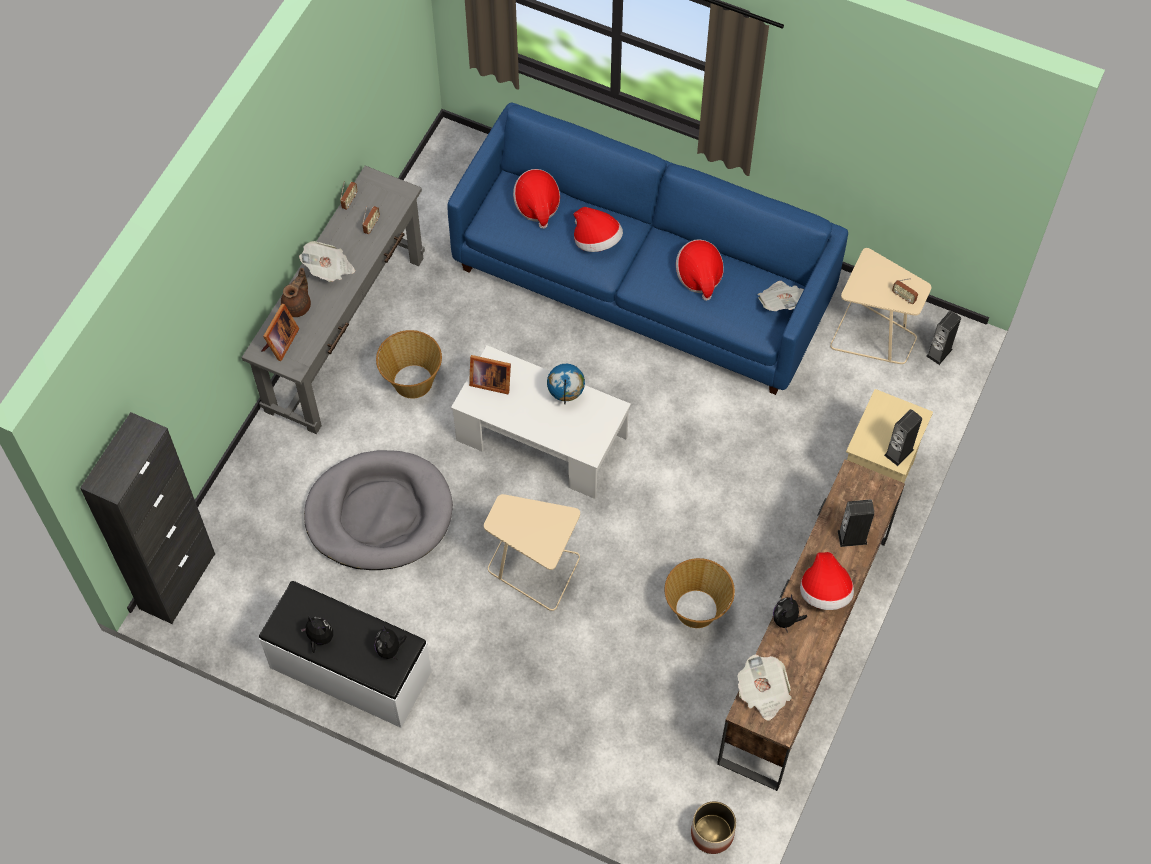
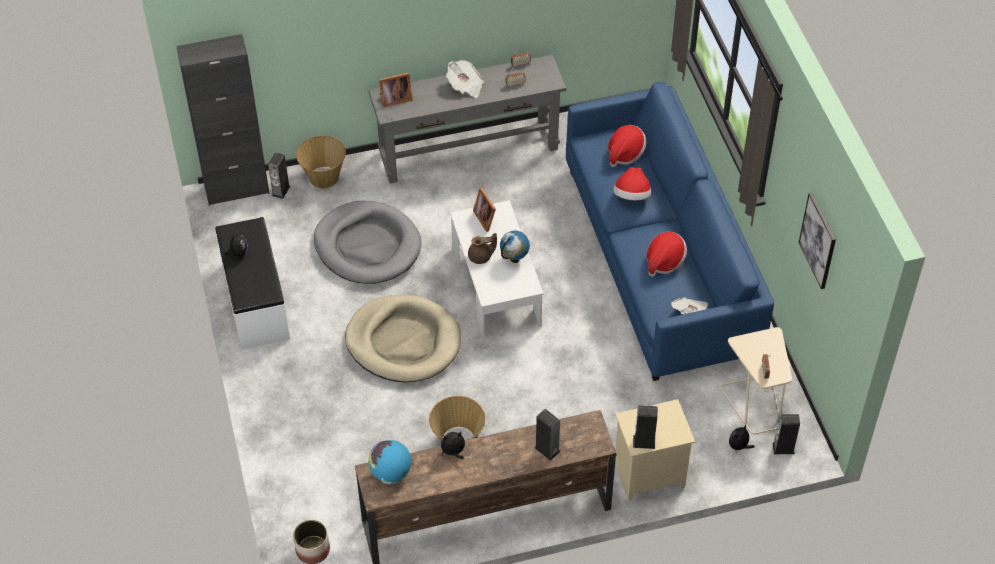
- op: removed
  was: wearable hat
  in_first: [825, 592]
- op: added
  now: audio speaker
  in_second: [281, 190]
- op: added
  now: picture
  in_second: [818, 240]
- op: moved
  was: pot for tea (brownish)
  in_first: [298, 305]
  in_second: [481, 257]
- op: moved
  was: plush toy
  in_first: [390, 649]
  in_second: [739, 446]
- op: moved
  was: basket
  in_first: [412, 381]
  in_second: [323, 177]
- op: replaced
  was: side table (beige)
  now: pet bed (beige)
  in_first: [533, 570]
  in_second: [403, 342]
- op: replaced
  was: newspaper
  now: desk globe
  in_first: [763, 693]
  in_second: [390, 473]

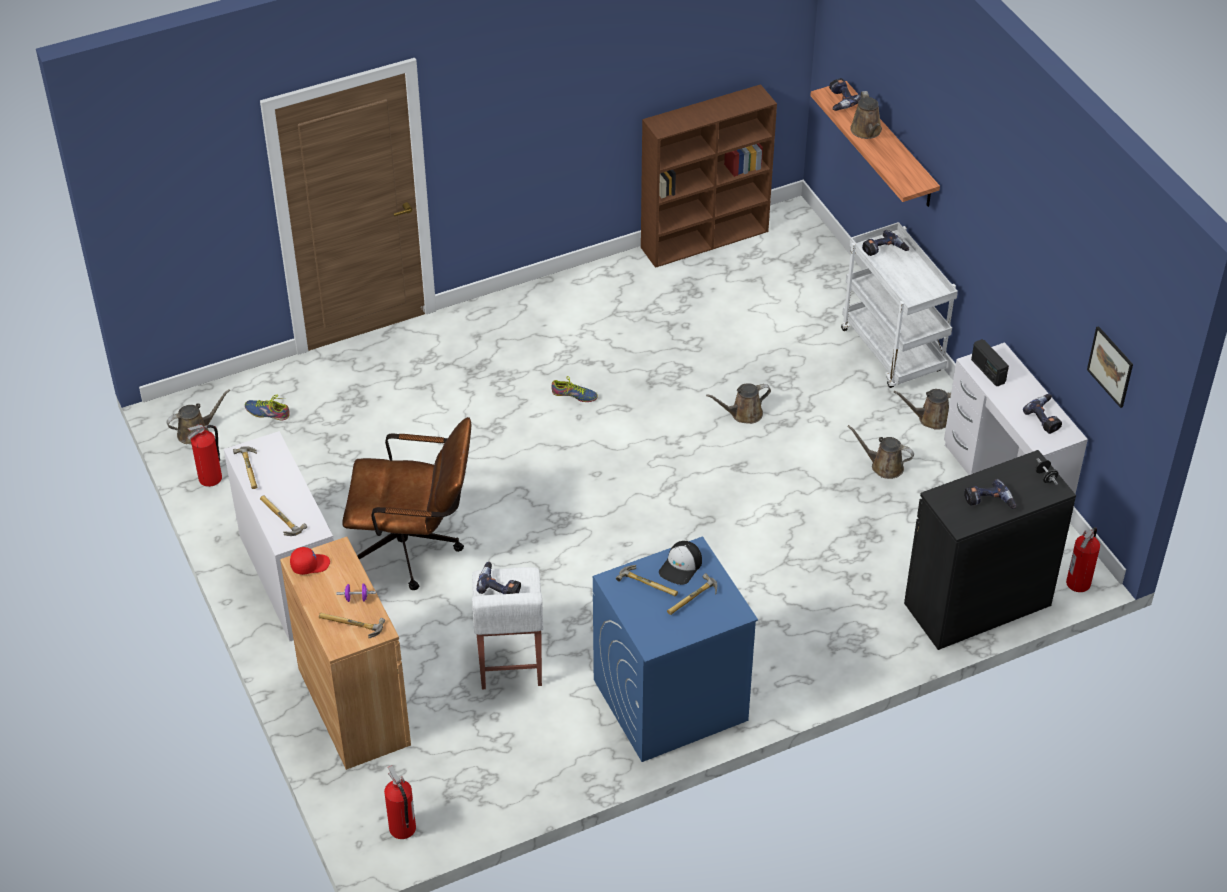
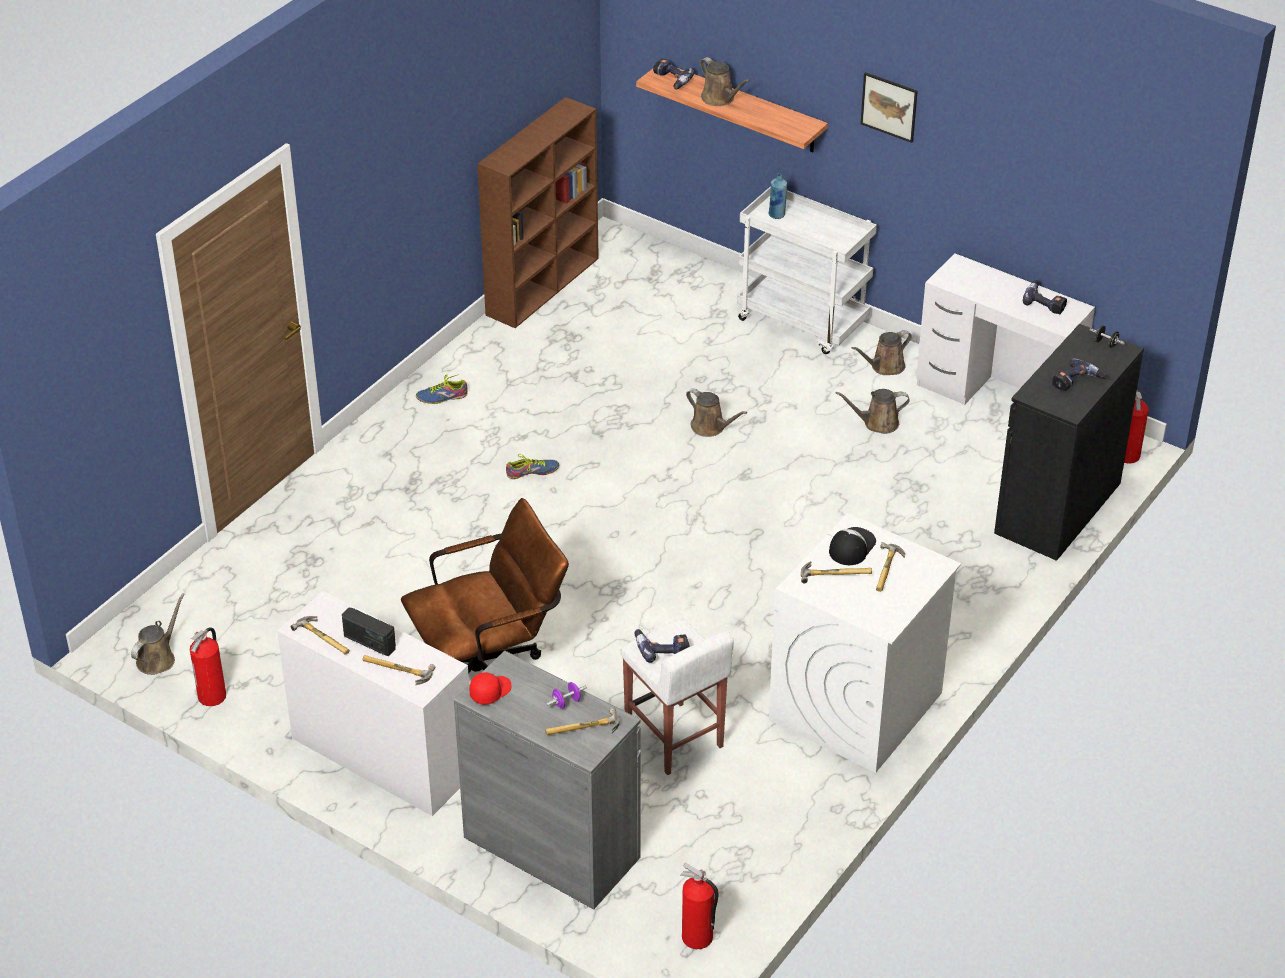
- op: moved
  was: shoe
  in_first: [267, 413]
  in_second: [442, 397]
- op: moved
  was: radio receiver
  in_first: [987, 371]
  in_second: [369, 642]
- op: moved
  was: picture
  in_first: [1110, 366]
  in_second: [889, 106]
- op: replaced
  was: drill
  now: drink bottle (blue-coloured)
  in_first: [884, 251]
  in_second: [777, 215]
- op: recoloured
  was: cabinet (brownish)
  now: cabinet (gray)
  in_first: [354, 706]
  in_second: [551, 847]
- op: recoloured
  was: laundry appliance (blue-coloured)
  now: laundry appliance (white)
  in_first: [669, 700]
  in_second: [855, 707]
- op: turned
  was: baseball cap
  in_first: [681, 566]
  in_second: [851, 547]
  clockwise: -150
- op: turned
  was: watering can (brownish)
  in_first: [743, 414]
  in_second: [710, 427]
  clockwise: -90

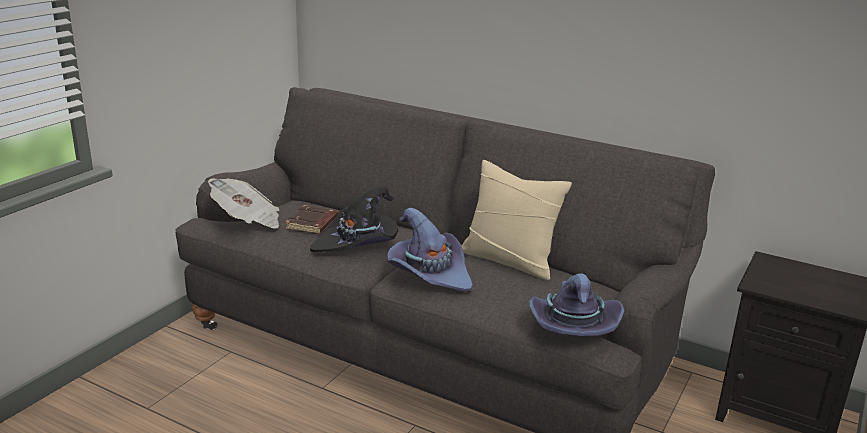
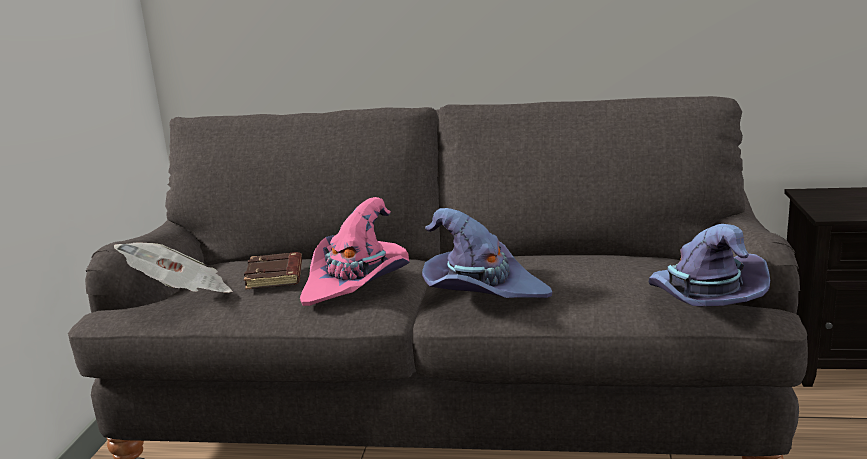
- op: removed
  was: pillow (beige)
  in_first: [509, 260]
- op: recoloured
  was: wearable hat (black-coloured)
  now: wearable hat (pink)
  in_first: [358, 243]
  in_second: [357, 283]

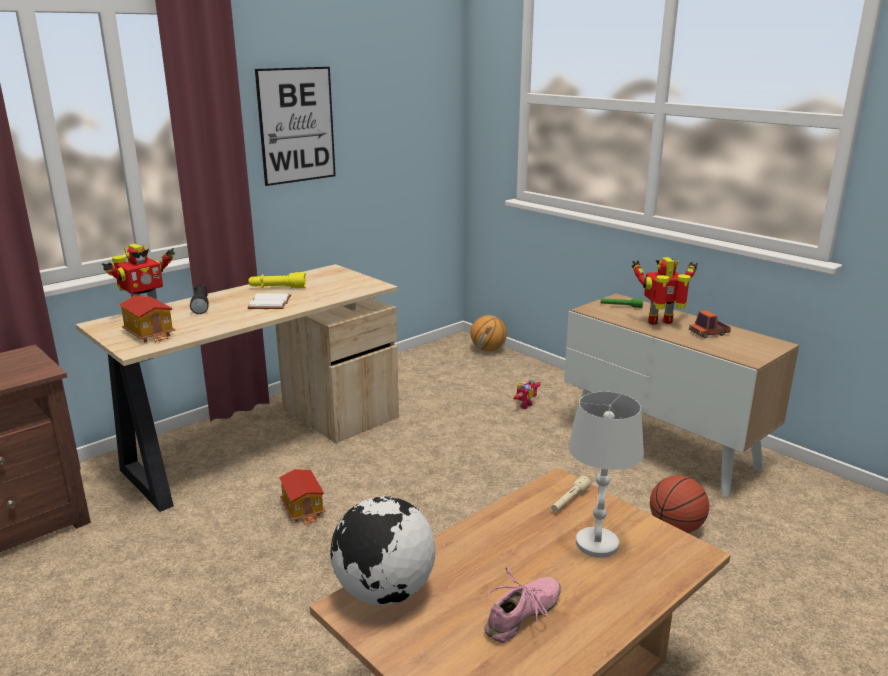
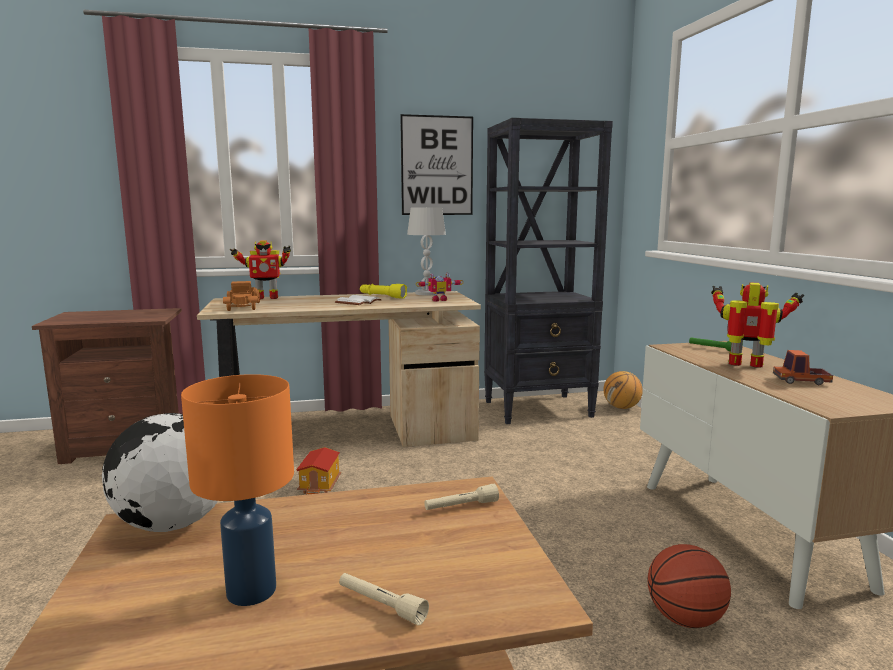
- op: removed
  was: hand torch (black-coloured)
  in_first: [201, 304]
- op: added
  now: hand torch (beige)
  in_second: [381, 605]
- op: added
  now: bookcase (black-coloured)
  in_second: [539, 409]
- op: moved
  was: toy robot
  in_first: [524, 405]
  in_second: [438, 300]
- op: moved
  was: table lamp (white)
  in_first: [596, 543]
  in_second: [426, 293]
- op: replaced
  was: model house
  now: toy lorry
  in_first: [150, 333]
  in_second: [244, 306]
- op: replaced
  was: shoe (pink)
  now: table lamp (orangey)
  in_first: [523, 616]
  in_second: [250, 590]

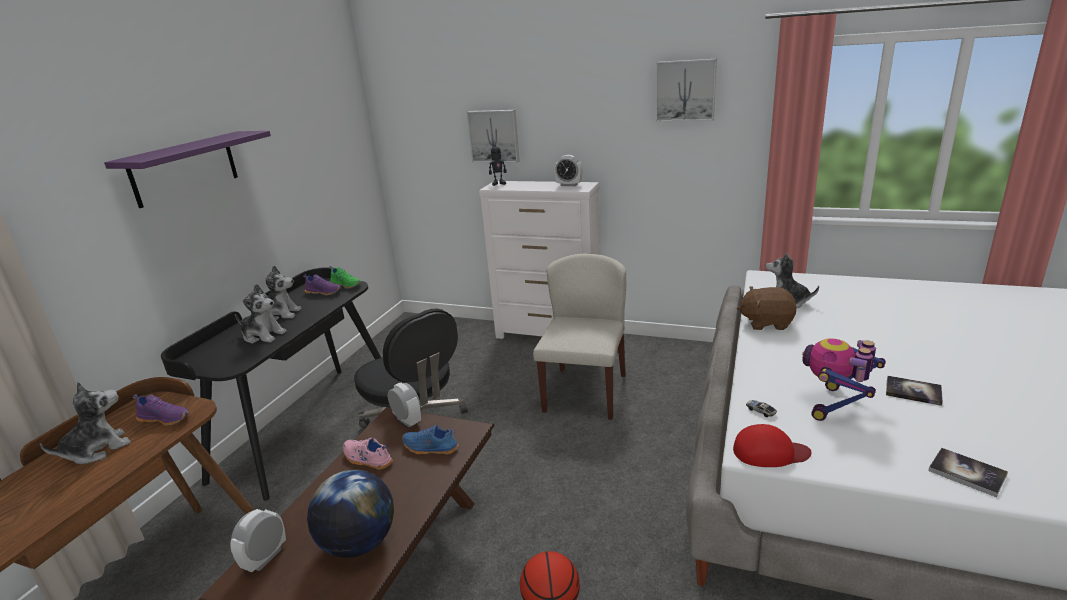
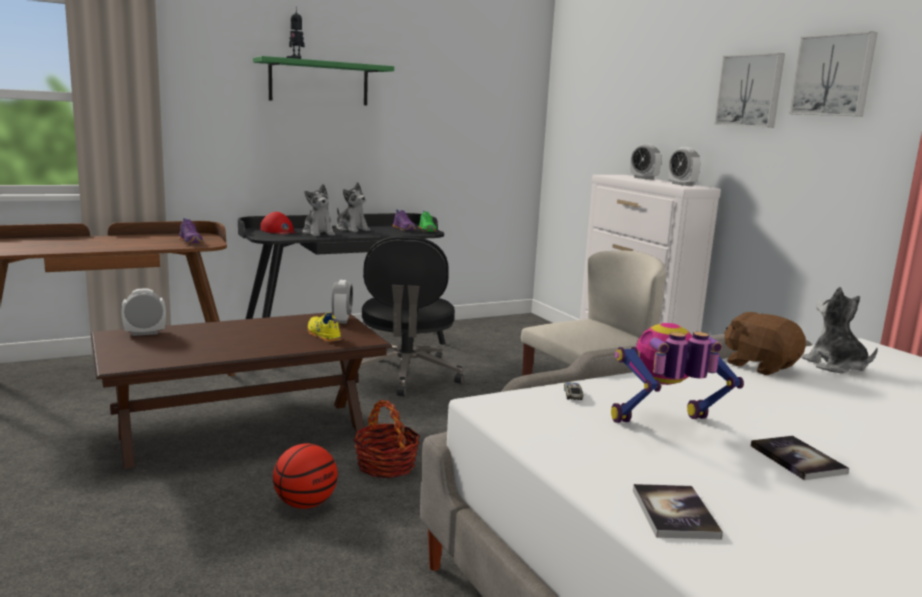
- op: removed
  was: plush toy
  in_first: [97, 449]
- op: removed
  was: desk globe
  in_first: [358, 544]
- op: removed
  was: shoe (pink)
  in_first: [367, 460]
- op: added
  now: basket
  in_second: [386, 465]
- op: added
  now: bedside clock
  in_second: [644, 178]
- op: moved
  was: picture
  in_first: [494, 136]
  in_second: [751, 91]
- op: moved
  was: toy robot
  in_first: [498, 183]
  in_second: [295, 59]
- op: moved
  was: baseball cap (reddish)
  in_first: [770, 452]
  in_second: [279, 231]
- op: recoloured
  was: bracket shelf (purple)
  now: bracket shelf (green)
  in_first: [185, 168]
  in_second: [319, 82]
- op: recoloured
  was: shoe (blue-coloured)
  now: shoe (yellowish)
  in_first: [430, 448]
  in_second: [323, 336]

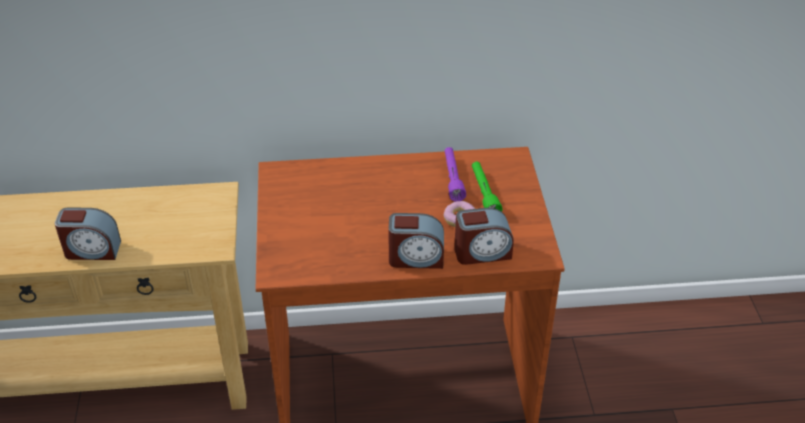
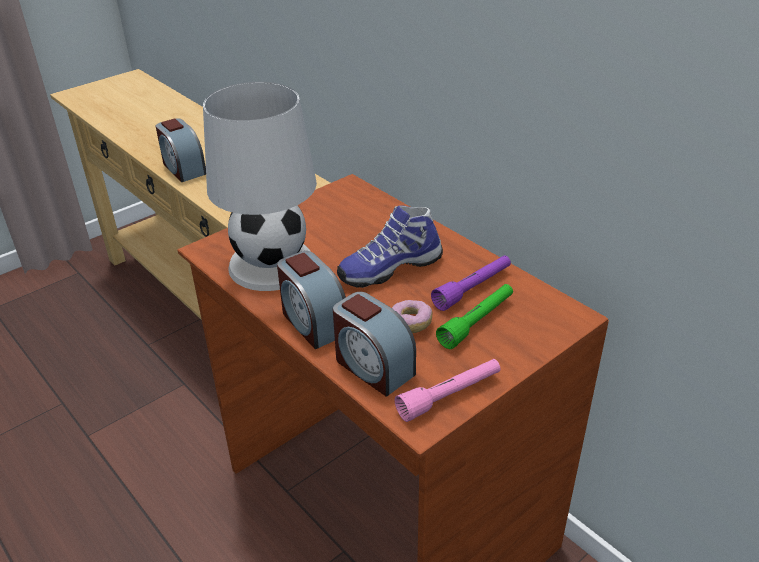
- op: added
  now: table lamp (white)
  in_second: [273, 264]
- op: added
  now: shoe
  in_second: [389, 268]
- op: added
  now: hand torch (pink)
  in_second: [449, 396]

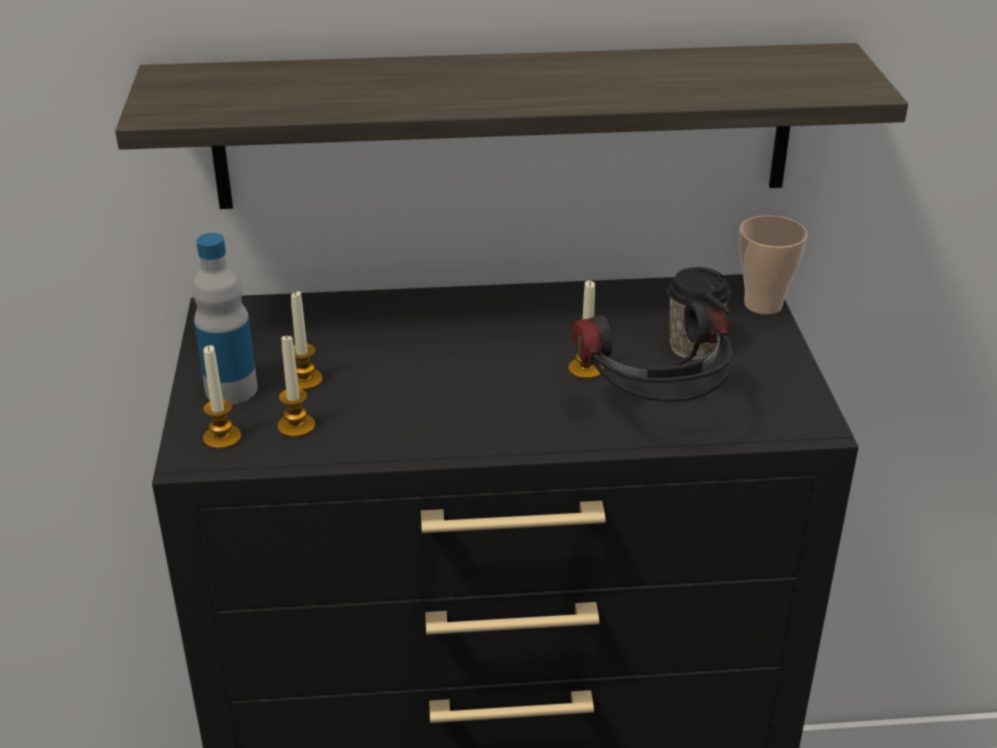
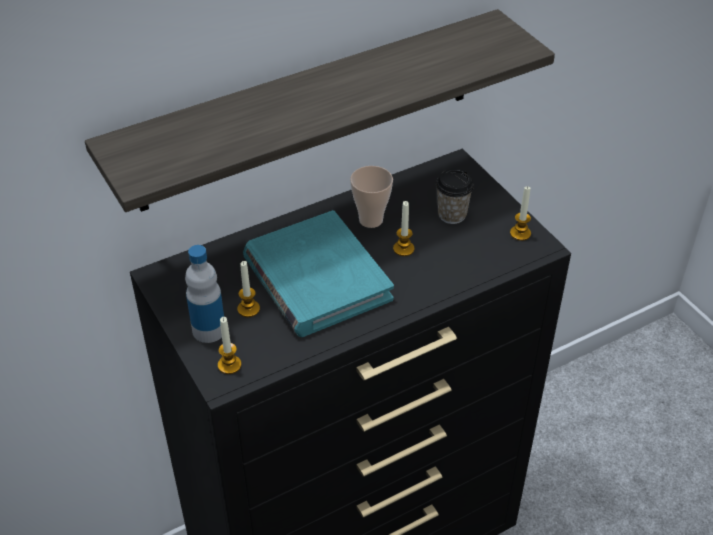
- op: removed
  was: headset
  in_first: [654, 418]
- op: added
  now: bound book (turquoise-coloured)
  in_second: [316, 279]
- op: moved
  was: candle
  in_first: [296, 426]
  in_second: [520, 233]
- op: moved
  was: small cup
  in_first: [763, 305]
  in_second: [371, 220]

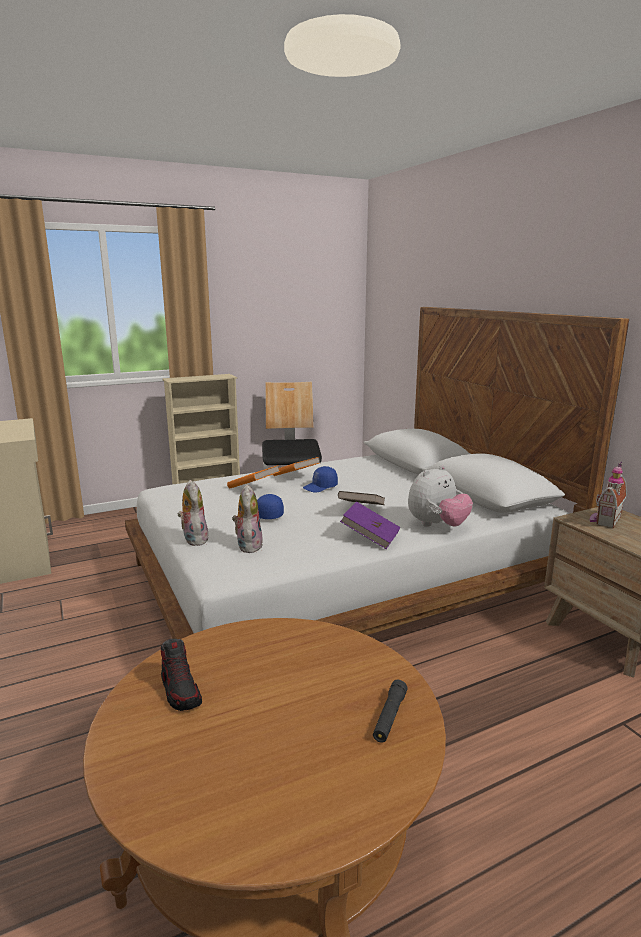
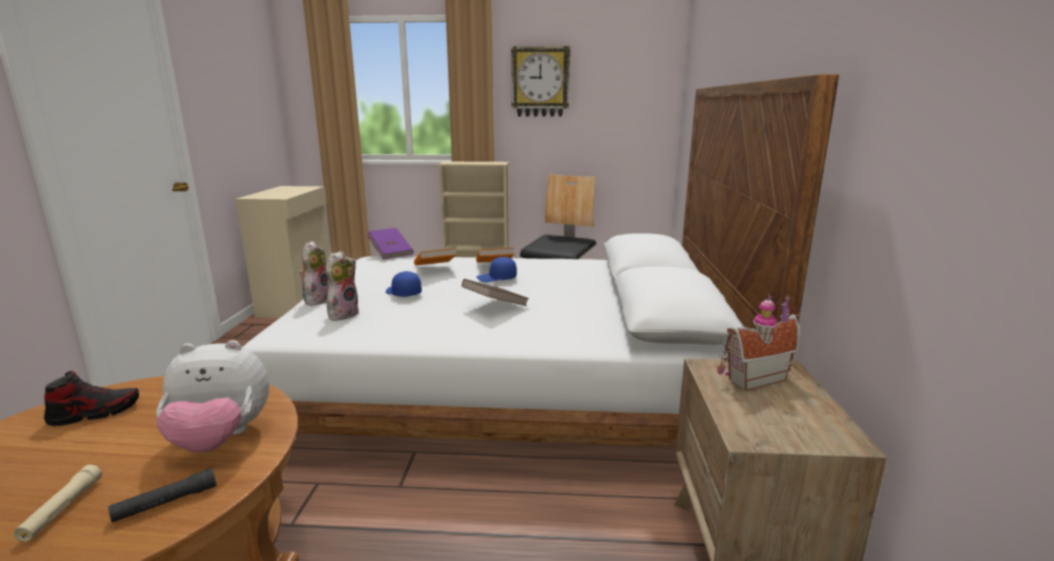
- op: added
  now: hand torch (beige)
  in_second: [62, 509]
- op: added
  now: hanging clock
  in_second: [540, 82]
- op: moved
  was: bound book (purple)
  in_first: [370, 537]
  in_second: [391, 253]
- op: moved
  was: plush toy
  in_first: [437, 525]
  in_second: [221, 439]
- op: turned
  was: shoe
  in_first: [180, 690]
  in_second: [95, 413]
  clockwise: -120

